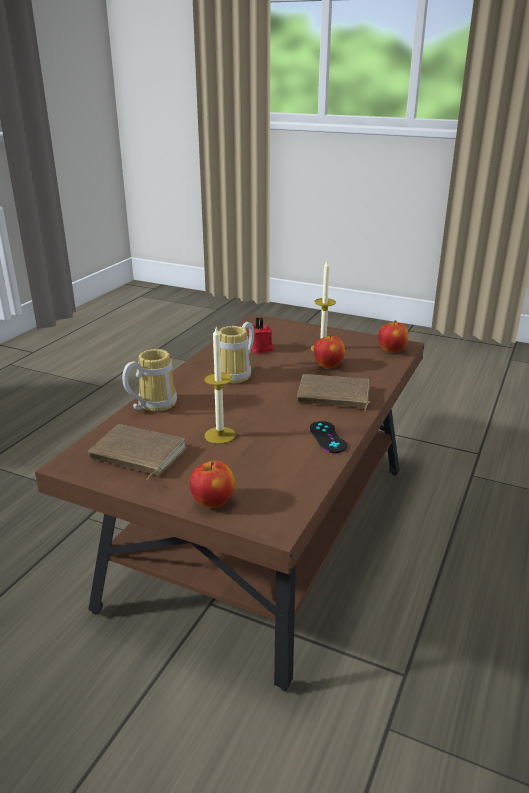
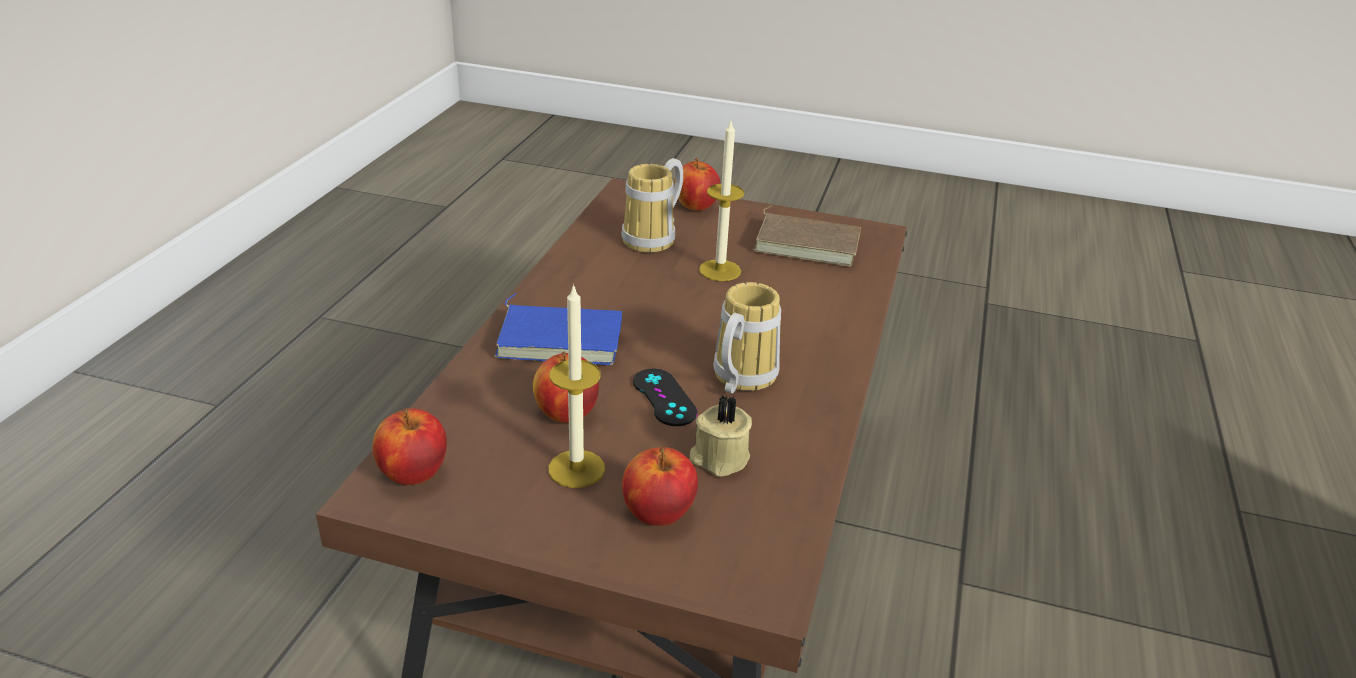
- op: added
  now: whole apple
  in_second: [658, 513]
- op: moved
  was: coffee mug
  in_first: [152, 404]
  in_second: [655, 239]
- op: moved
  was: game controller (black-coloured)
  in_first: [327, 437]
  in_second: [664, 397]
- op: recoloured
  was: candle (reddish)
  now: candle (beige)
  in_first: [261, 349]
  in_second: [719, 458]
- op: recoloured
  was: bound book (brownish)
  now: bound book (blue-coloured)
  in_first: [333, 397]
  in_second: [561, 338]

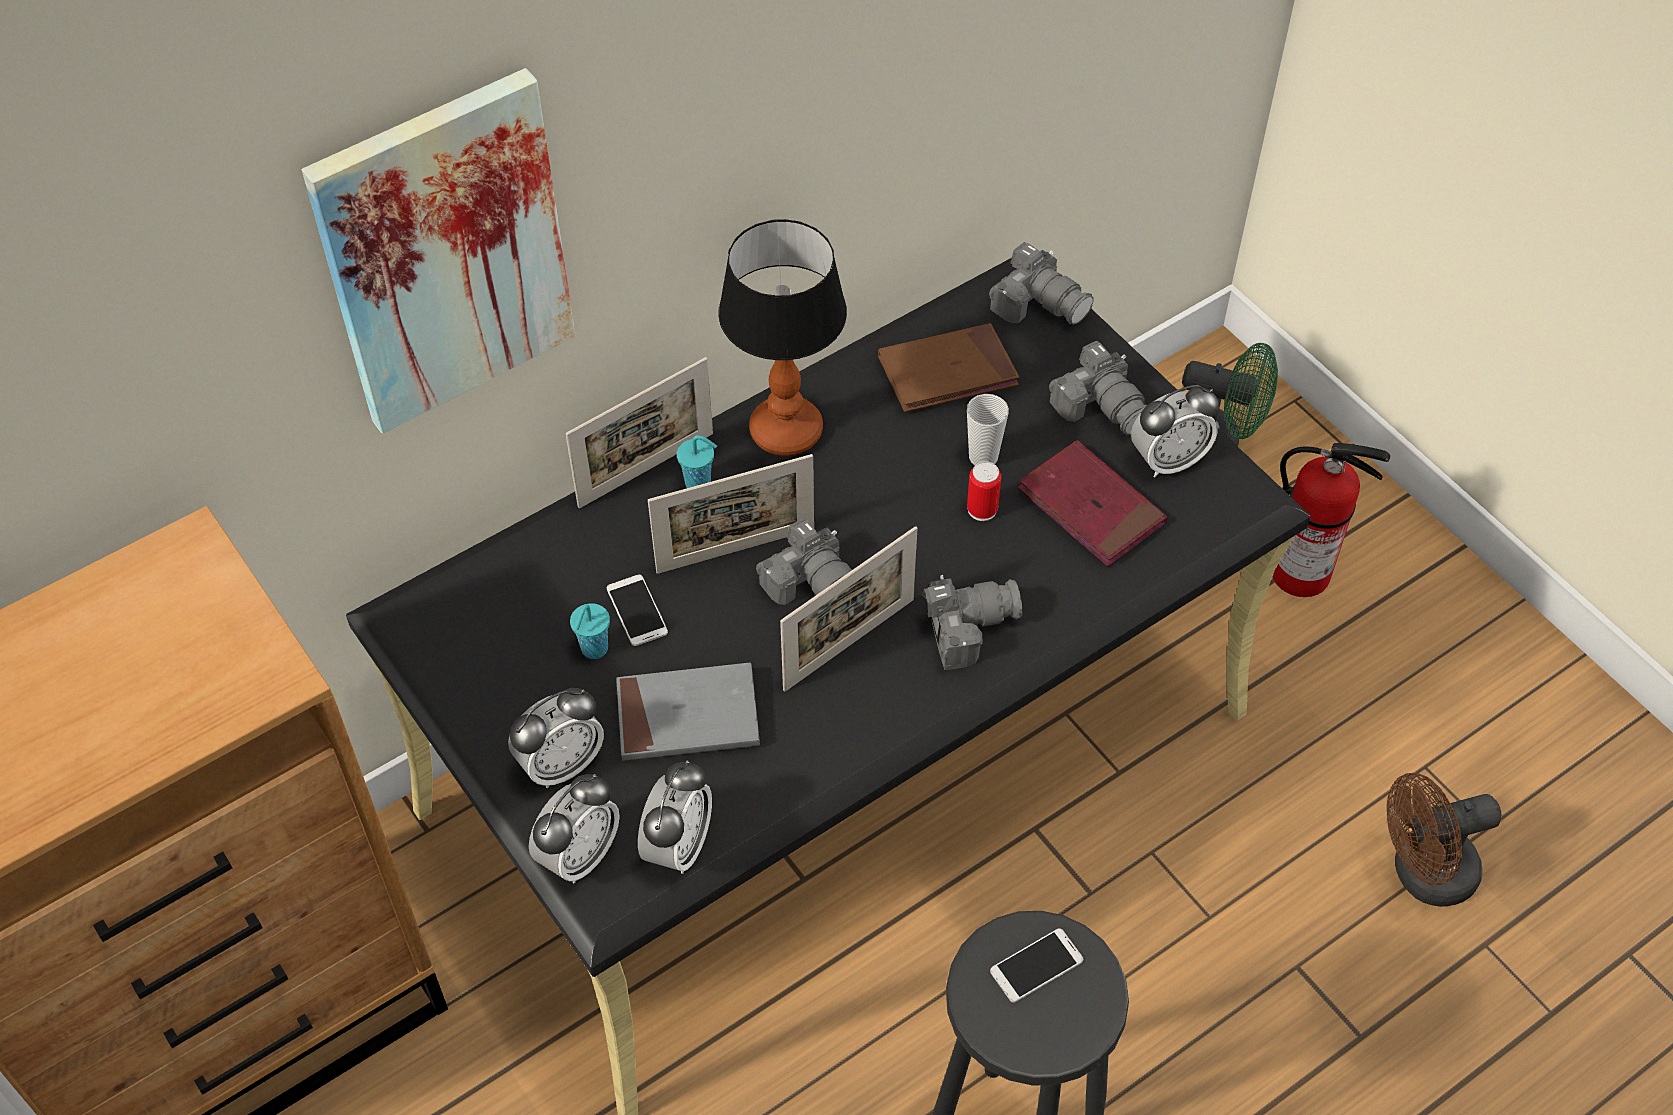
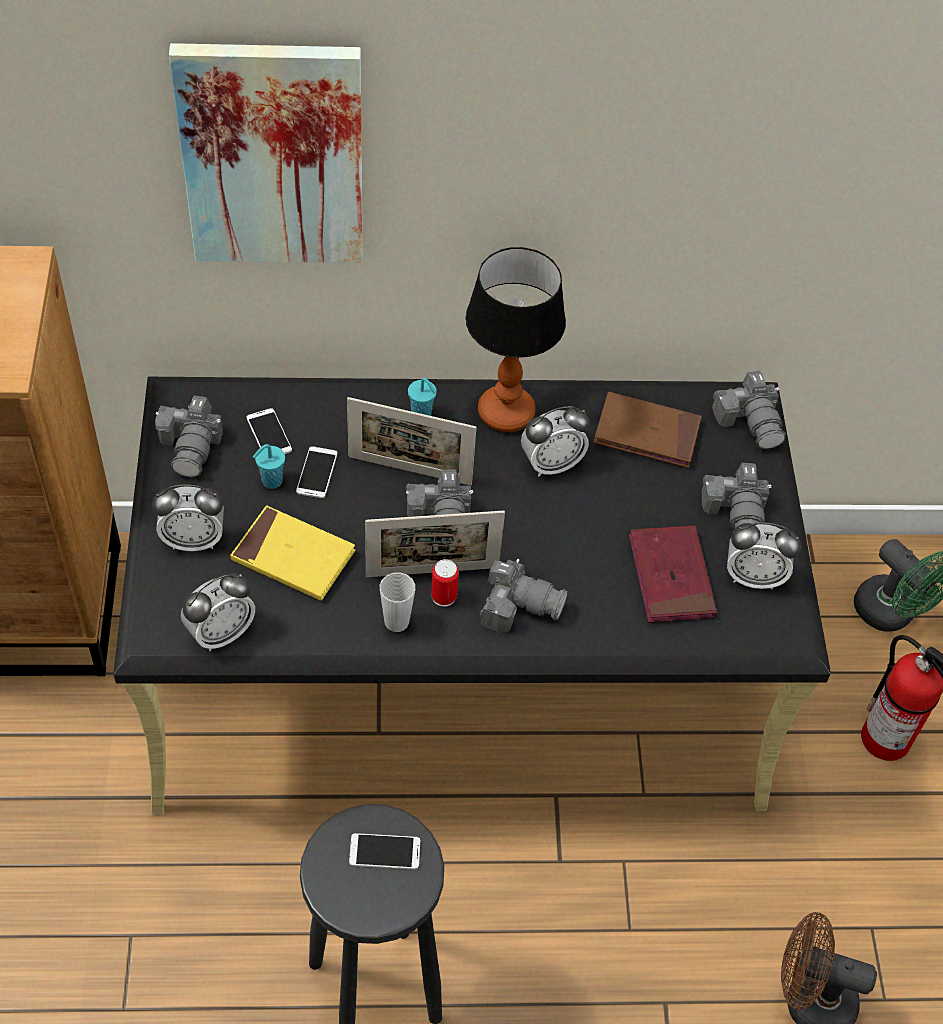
- op: removed
  was: standing frame
  in_first: [646, 470]
- op: added
  now: still camera
  in_second: [191, 446]
- op: added
  now: phone
  in_second: [269, 434]
- op: moved
  was: bedside clock
  in_first: [579, 855]
  in_second: [551, 463]
- op: moved
  was: small cup
  in_first: [983, 457]
  in_second: [396, 622]
- op: moved
  was: can
  in_first: [982, 509]
  in_second: [444, 596]
- op: recoloured
  was: bound book (gray)
  now: bound book (yellowish)
  in_first: [688, 716]
  in_second: [293, 557]

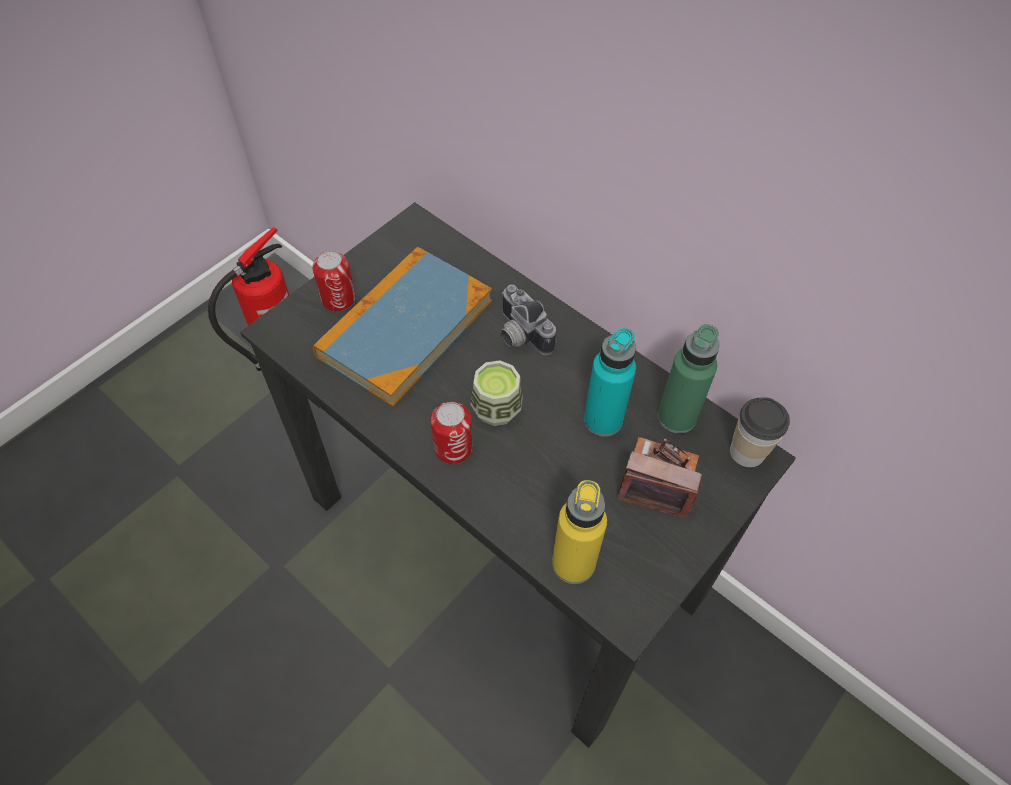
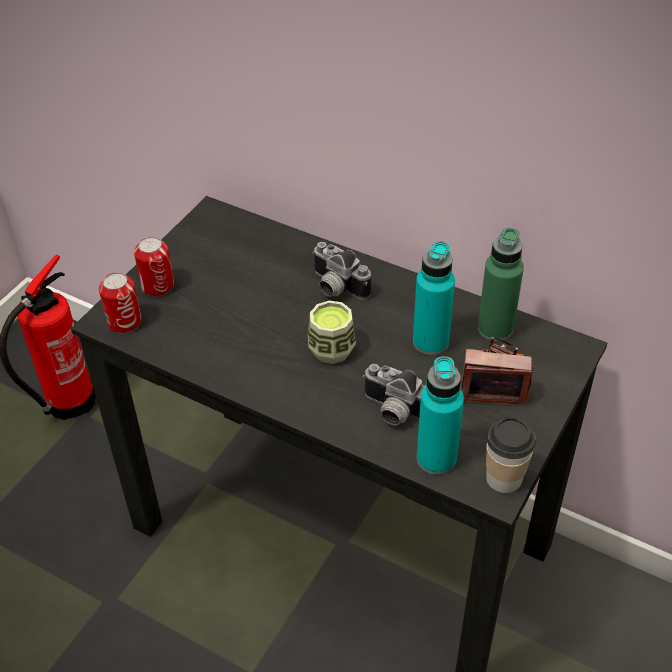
- op: removed
  was: bound book
  in_first: [405, 328]
- op: added
  now: still camera
  in_second: [394, 412]
- op: moved
  was: can
  in_first: [453, 448]
  in_second: [124, 322]
- op: moved
  was: small cup
  in_first: [747, 452]
  in_second: [504, 478]
- op: recoloured
  was: drink bottle (yellowish)
  now: drink bottle (turquoise-coloured)
  in_first: [573, 563]
  in_second: [436, 459]

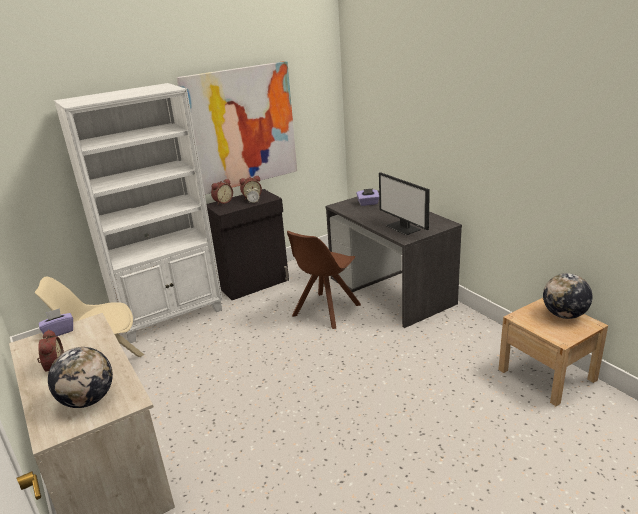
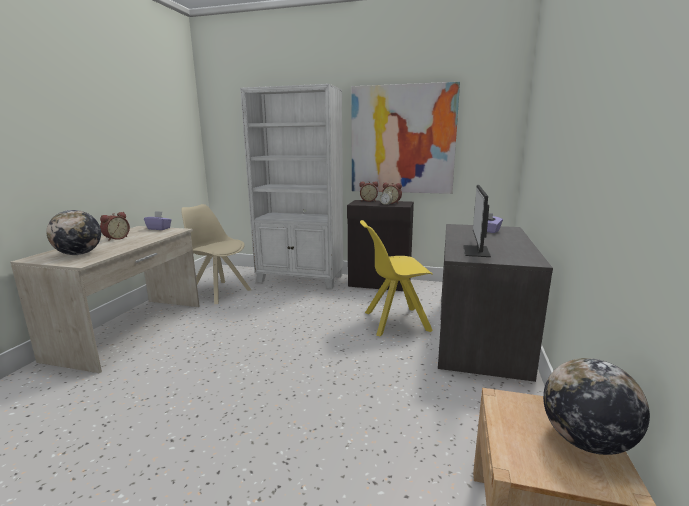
- op: recoloured
  was: chair (brownish)
  now: chair (yellowish)
  in_first: [325, 311]
  in_second: [394, 321]

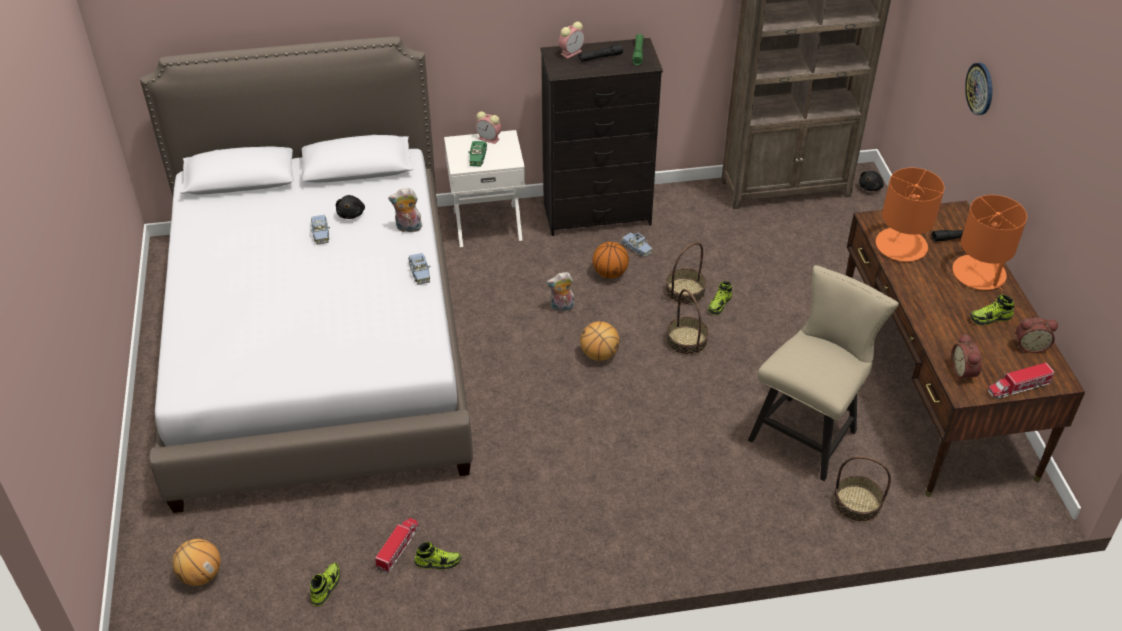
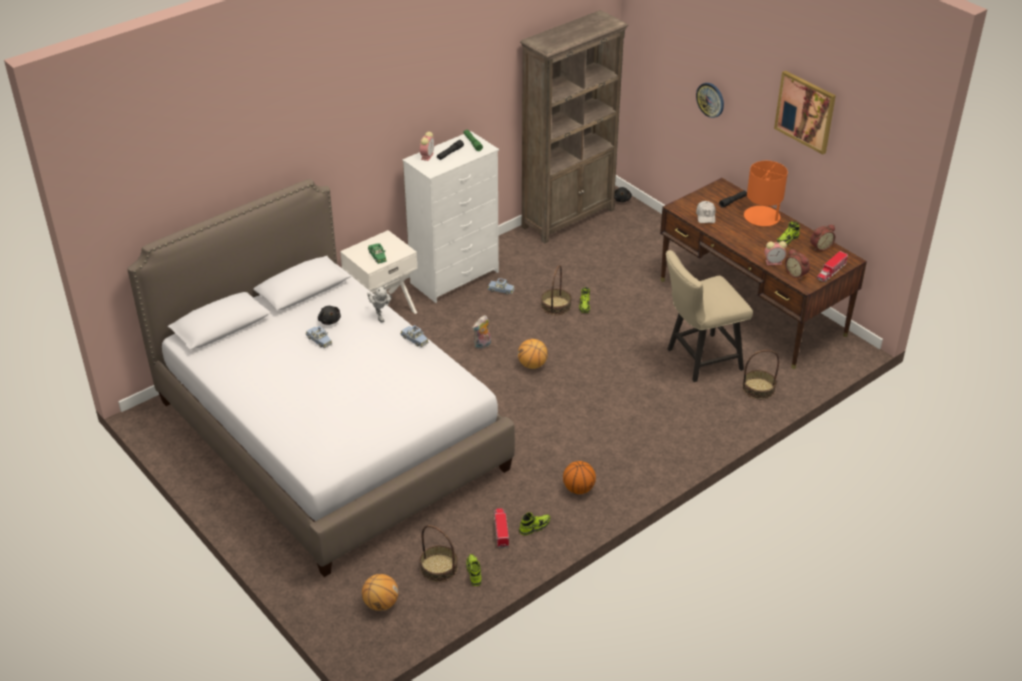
- op: added
  now: picture
  in_second: [805, 111]
- op: moved
  was: bedside clock
  in_first: [489, 139]
  in_second: [774, 262]
- op: moved
  was: basketball ball
  in_first: [610, 273]
  in_second: [578, 489]
- op: moved
  was: basket
  in_first: [686, 341]
  in_second: [438, 568]
- op: replaced
  was: plush toy
  now: toy robot
  in_first: [408, 228]
  in_second: [379, 315]
- op: replaced
  was: table lamp (orangey)
  now: baseball cap (white)
  in_first: [901, 245]
  in_second: [706, 216]
- op: recoloured
  was: chest of drawers (black-coloured)
  now: chest of drawers (white)
  in_first: [598, 214]
  in_second: [455, 277]
- op: turned
  was: chair (beige)
  in_first: [808, 432]
  in_second: [699, 360]
  clockwise: -120

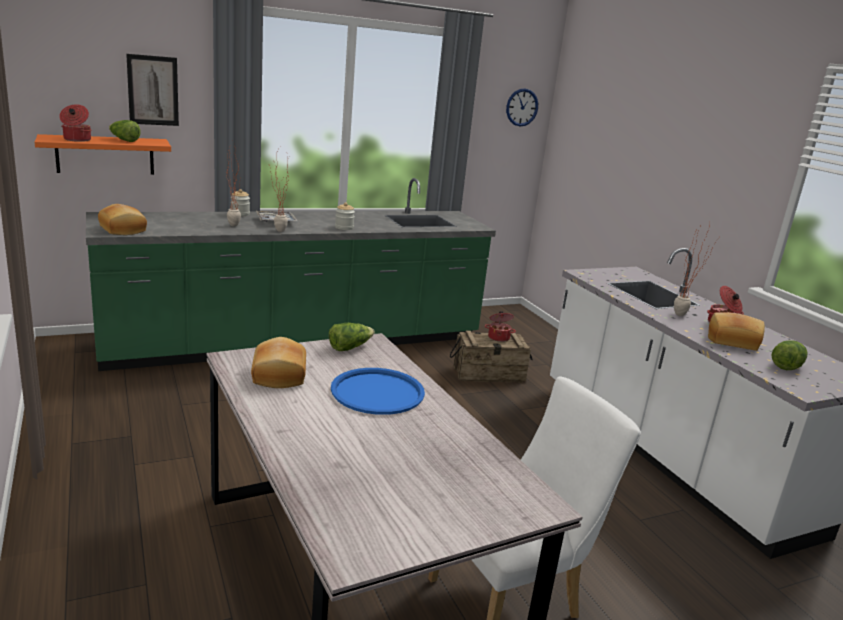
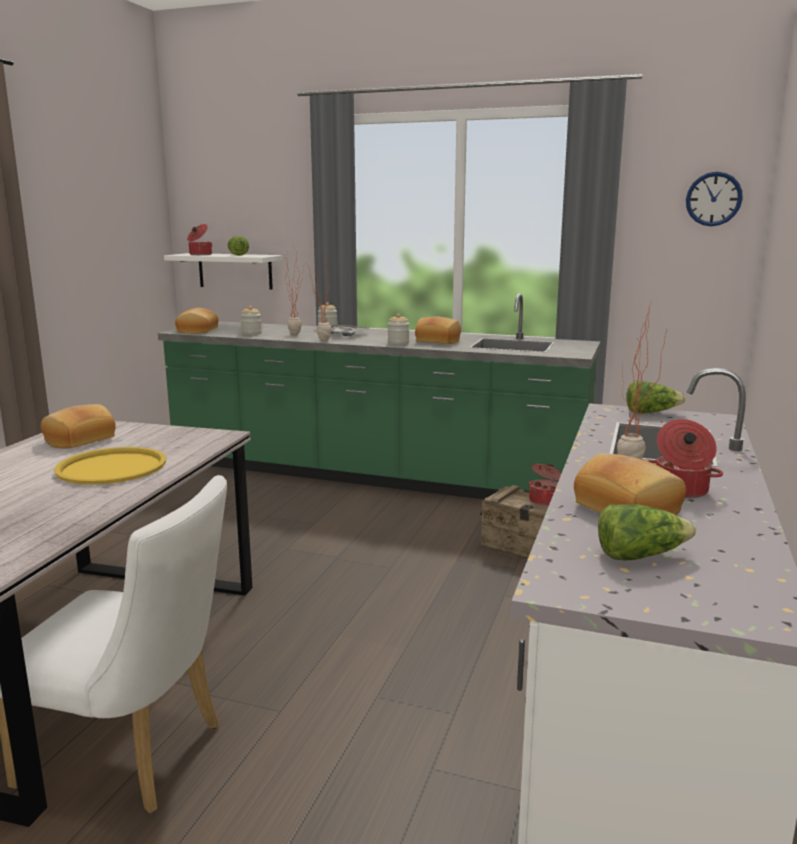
- op: removed
  was: picture
  in_first: [153, 90]
- op: added
  now: jar
  in_second: [251, 333]
- op: added
  now: bread
  in_second: [438, 341]
- op: moved
  was: lettuce head
  in_first: [349, 347]
  in_second: [651, 412]
- op: recoloured
  was: bracket shelf (orangey)
  now: bracket shelf (white)
  in_first: [105, 155]
  in_second: [235, 271]
- op: recoloured
  was: carrying tray (blue-coloured)
  now: carrying tray (yellowish)
  in_first: [377, 392]
  in_second: [111, 467]

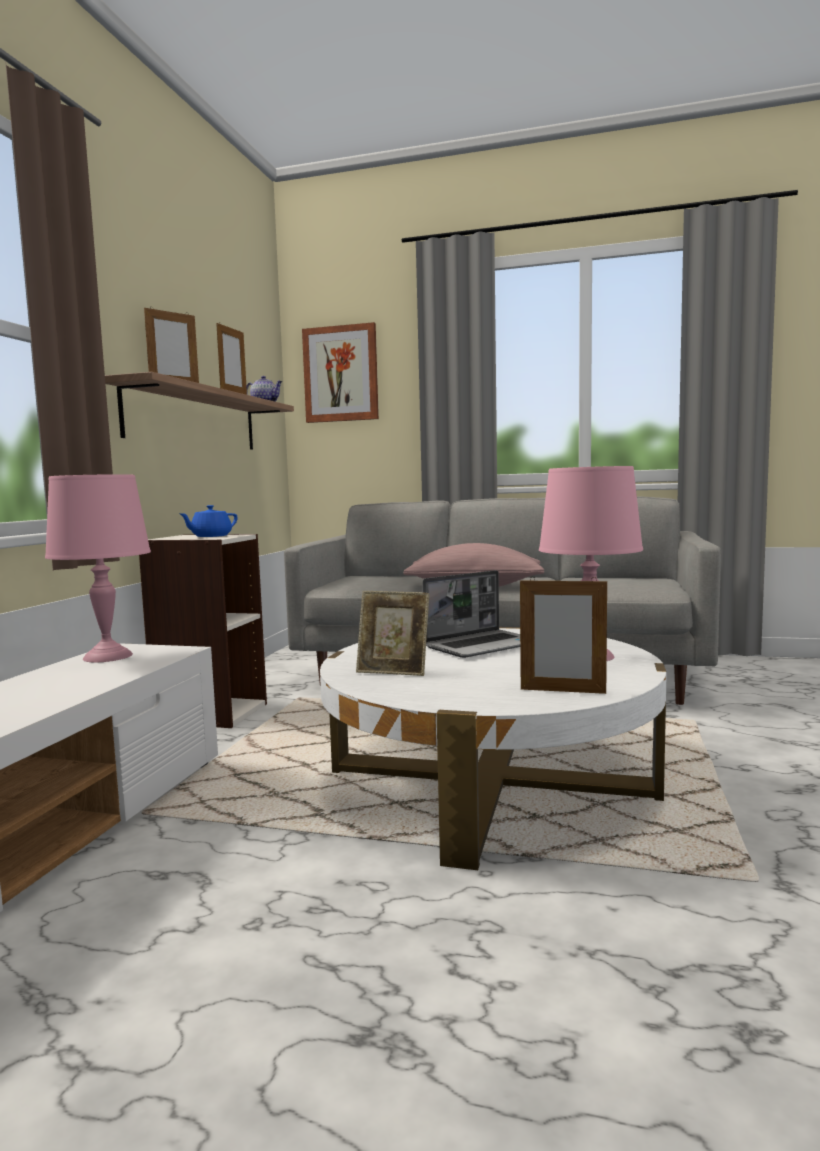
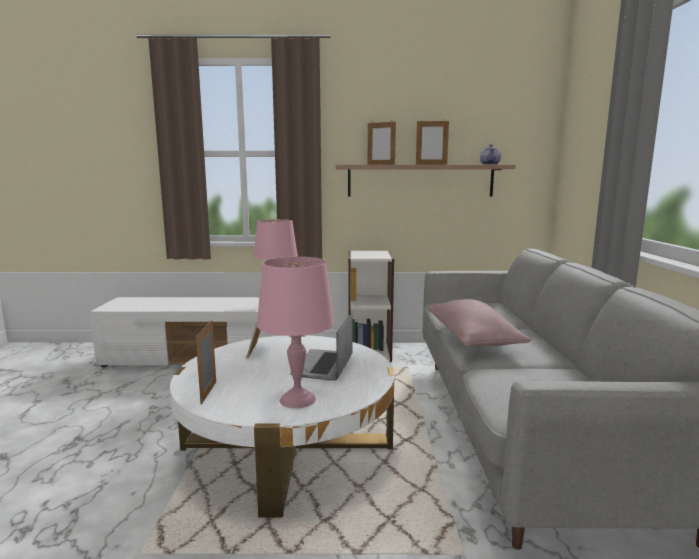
- op: removed
  was: pot for tea (blue-coloured)
  in_first: [210, 536]
- op: removed
  was: picture
  in_first: [341, 374]
- op: turned
  was: portable computer
  in_first: [482, 645]
  in_second: [324, 366]
  clockwise: 60

